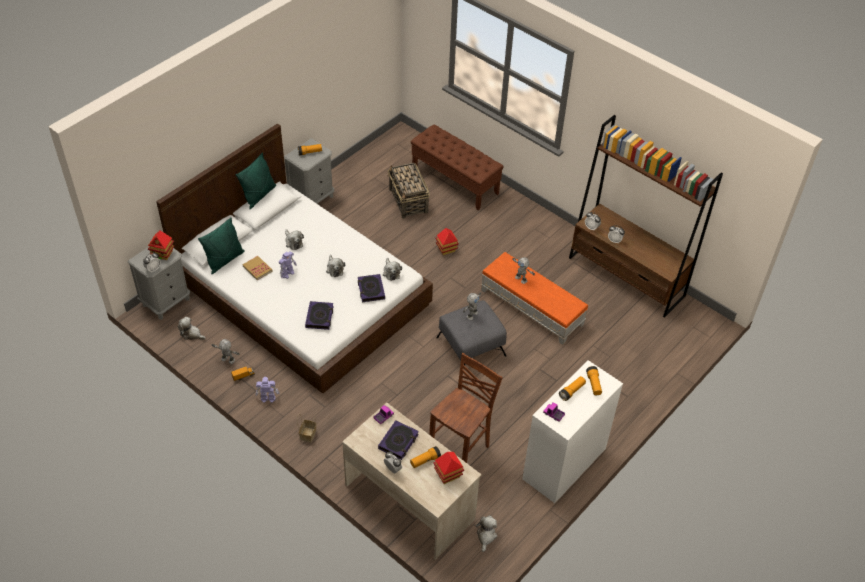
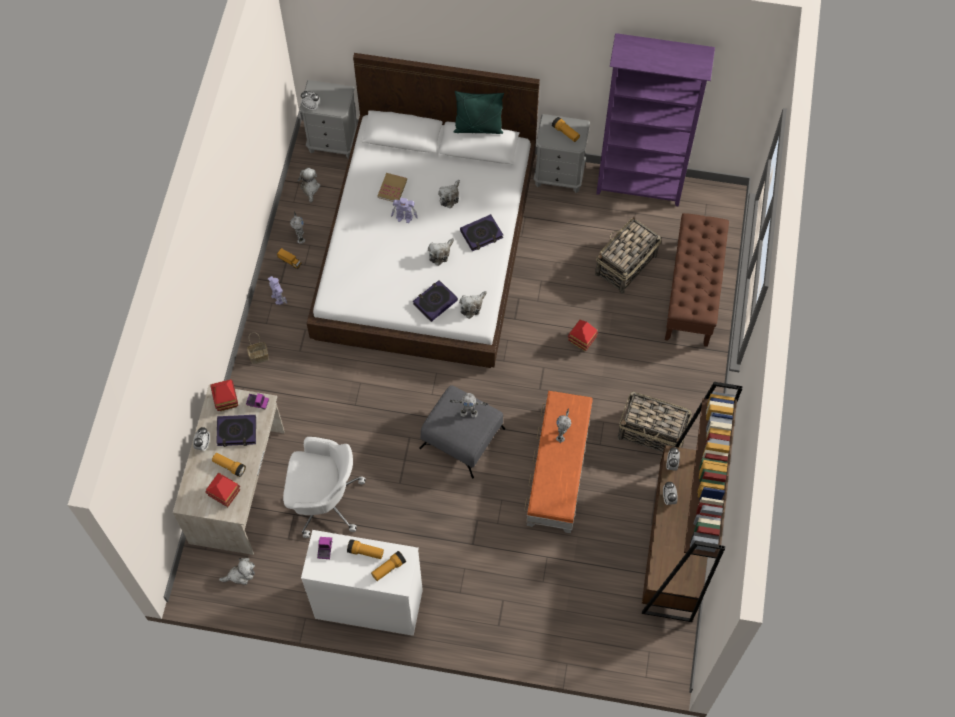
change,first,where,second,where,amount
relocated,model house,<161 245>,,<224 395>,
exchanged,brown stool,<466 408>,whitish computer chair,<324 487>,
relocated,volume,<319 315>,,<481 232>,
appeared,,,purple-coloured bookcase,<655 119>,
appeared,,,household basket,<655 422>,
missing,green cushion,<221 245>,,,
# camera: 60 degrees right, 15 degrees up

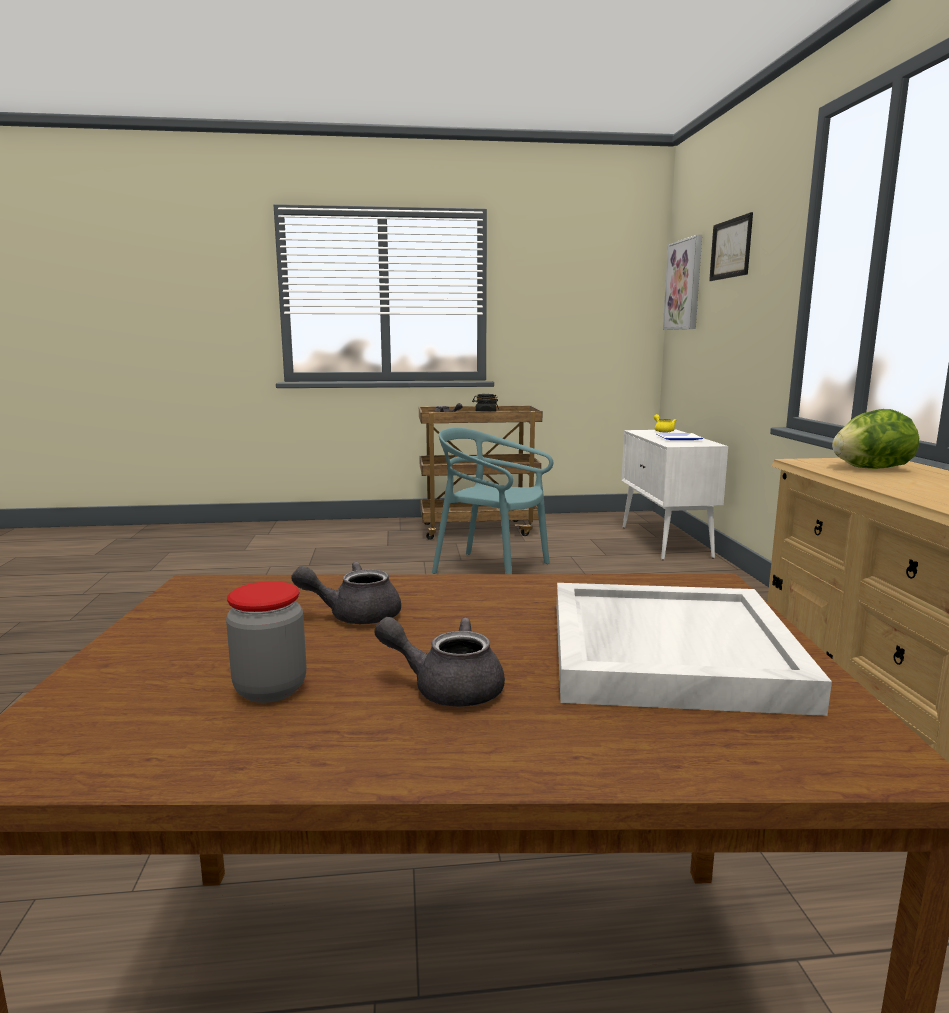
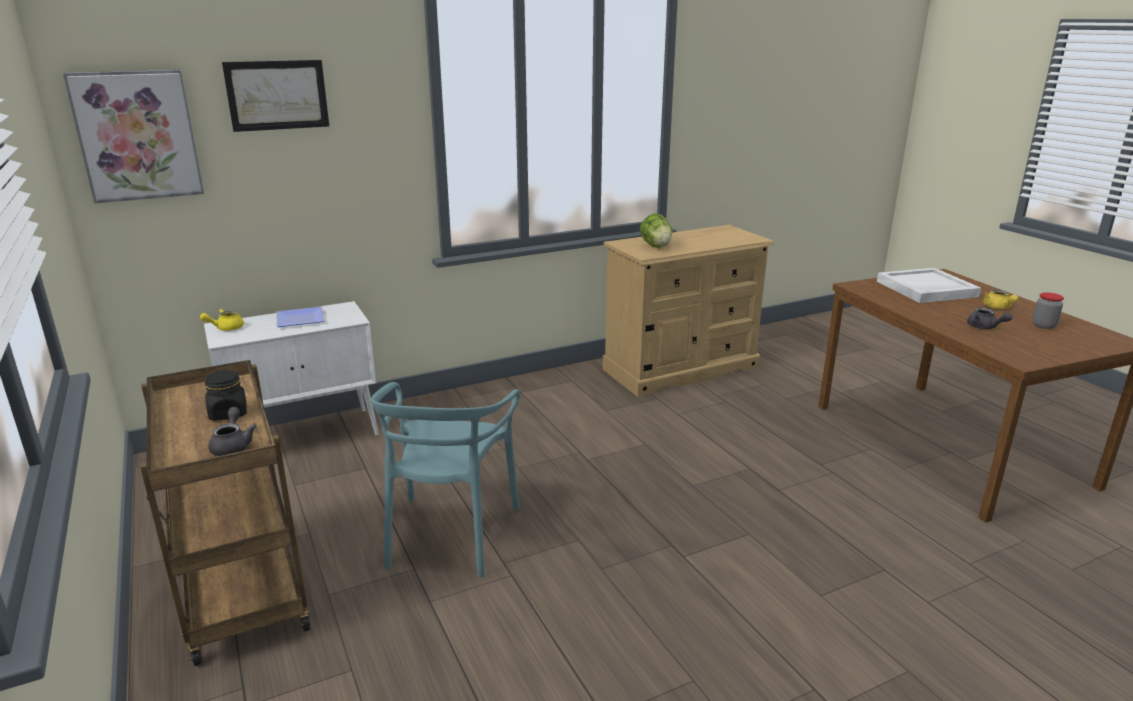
change,first,where,second,where,amount
colour,greyish teapot,<439 662>,yellowish teapot,<1000 299>,
# camera: 110 degrees left, 10 degrees up

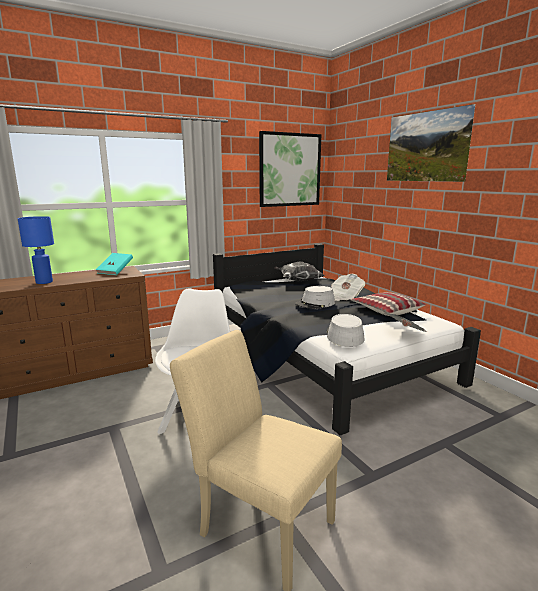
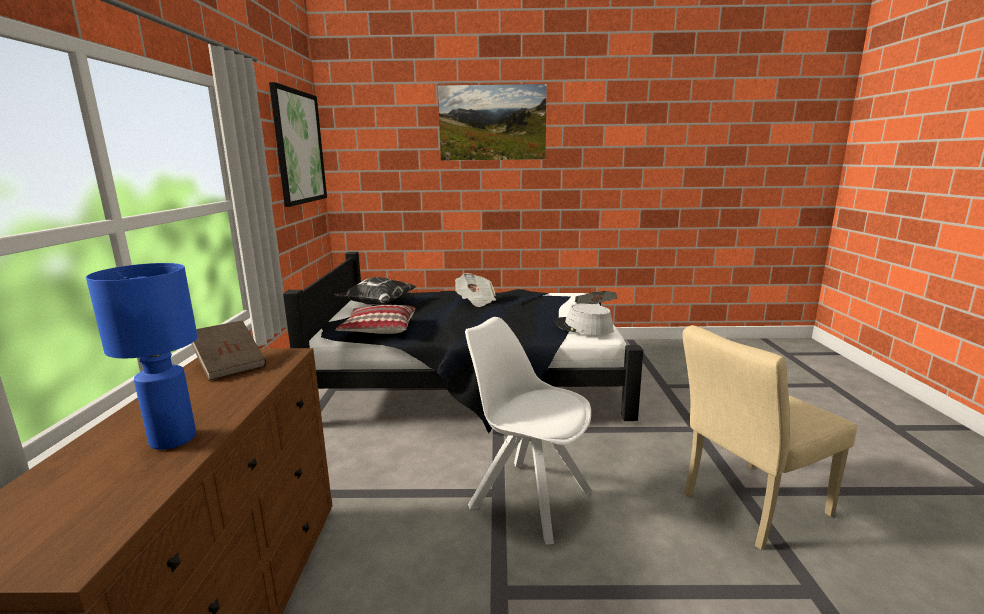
change,first,where,second,where,amount
colour,turquoise-coloured volume,<114 264>,brown volume,<228 351>,
relocated,cushion,<388 304>,,<375 319>,
missing,greyish clothing hat,<315 297>,,,
# camera: 60 degrees left, 0 degrees up

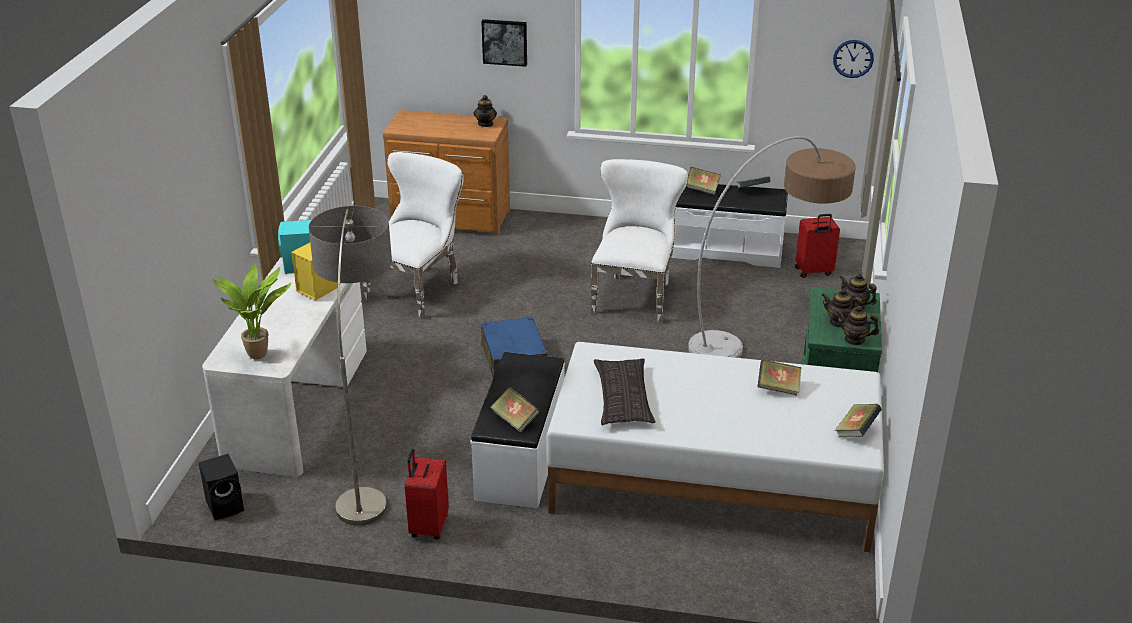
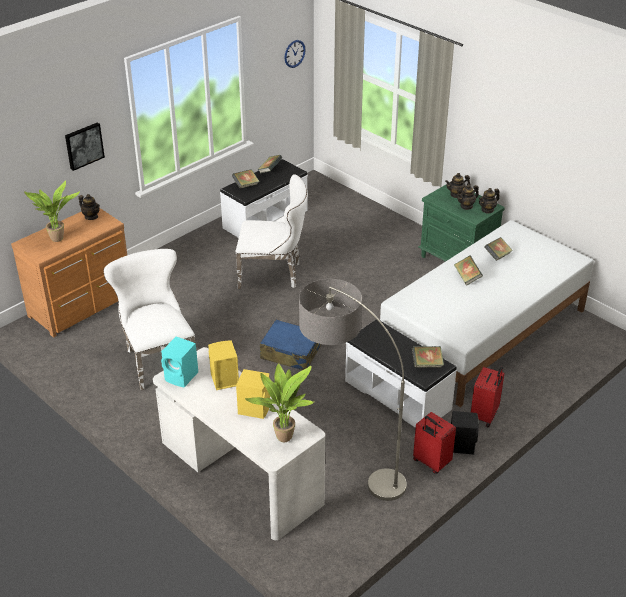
change,first,where,second,where,amount
appeared,,,plant in a pot,<52 211>,
spun,whitish plain chair,<639 241>,,<271 231>,135 degrees clockwise
appeared,,,yellowish loudspeaker,<253 394>,
relocated,blackish loudspeaker,<221 487>,,<465 433>,
relocated,volume,<858 420>,,<468 270>,
relocated,red suitcase,<817 246>,,<487 397>,
missing,cushion,<625 391>,,,
missing,standing lamp,<772 247>,,,
# camera: 55 degrees left, 5 degrees up

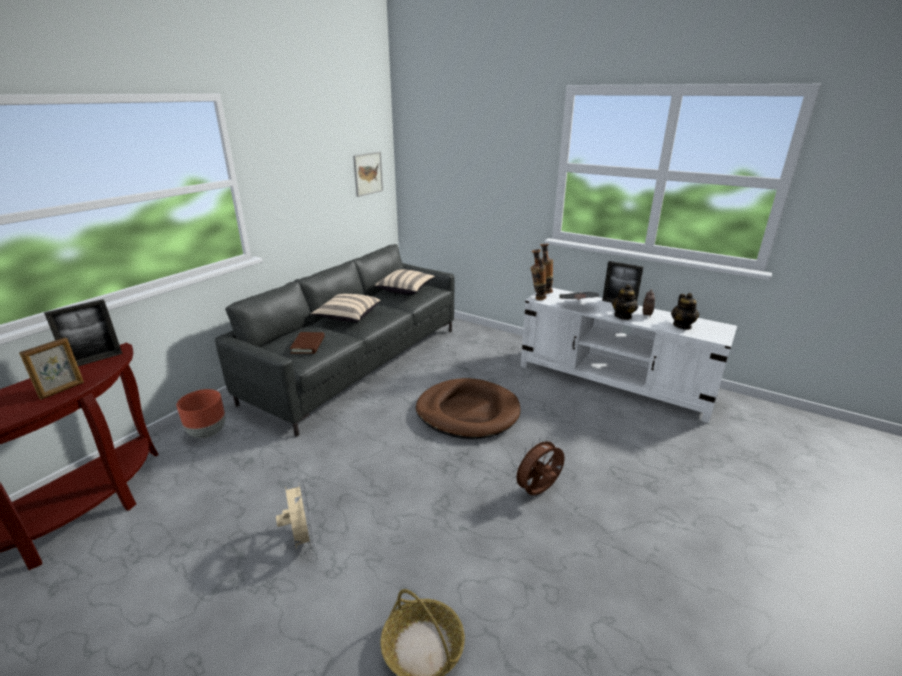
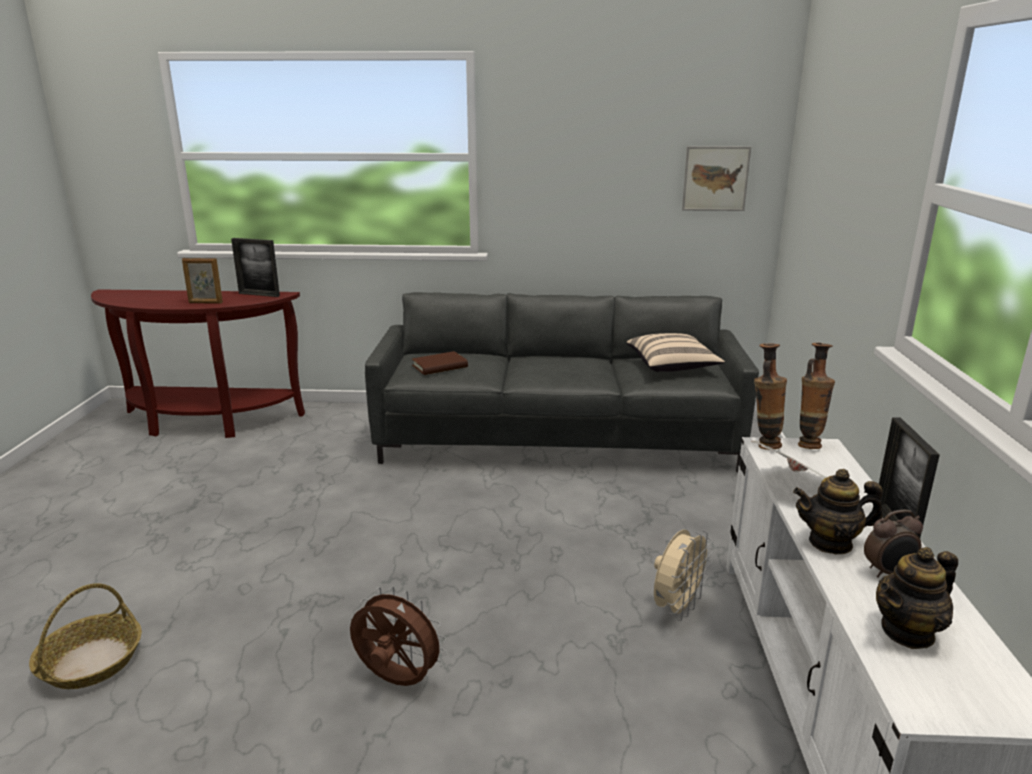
change,first,where,second,where,amount
relocated,beige cooling fan,<295 514>,,<684 575>,
missing,brown planter,<201 413>,,,
missing,beige cushion,<346 308>,,,
missing,brown pet bed,<468 408>,,,
# camera: 60 degrees right, 5 degrees down

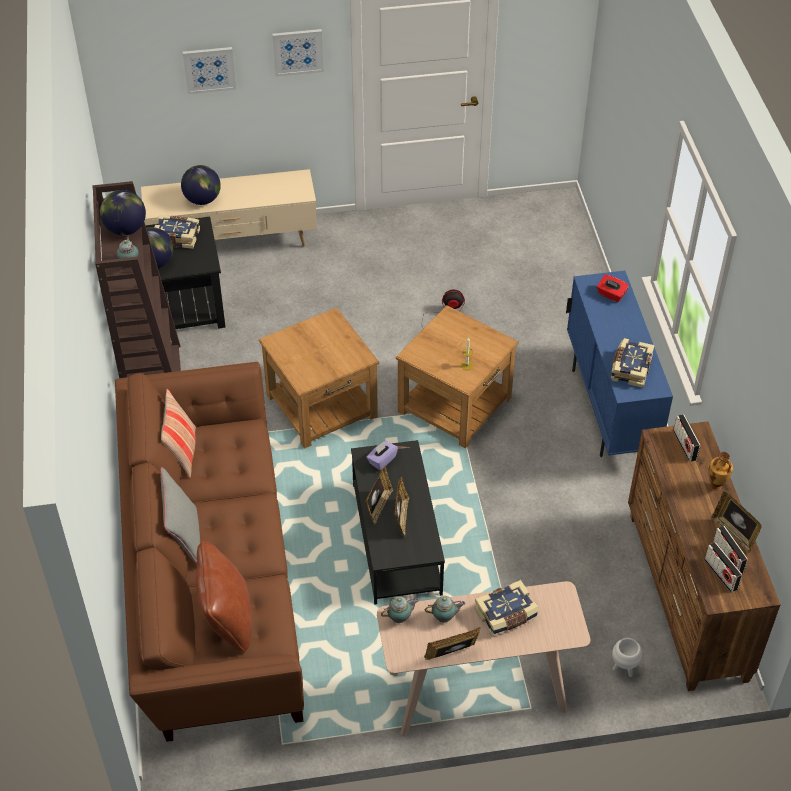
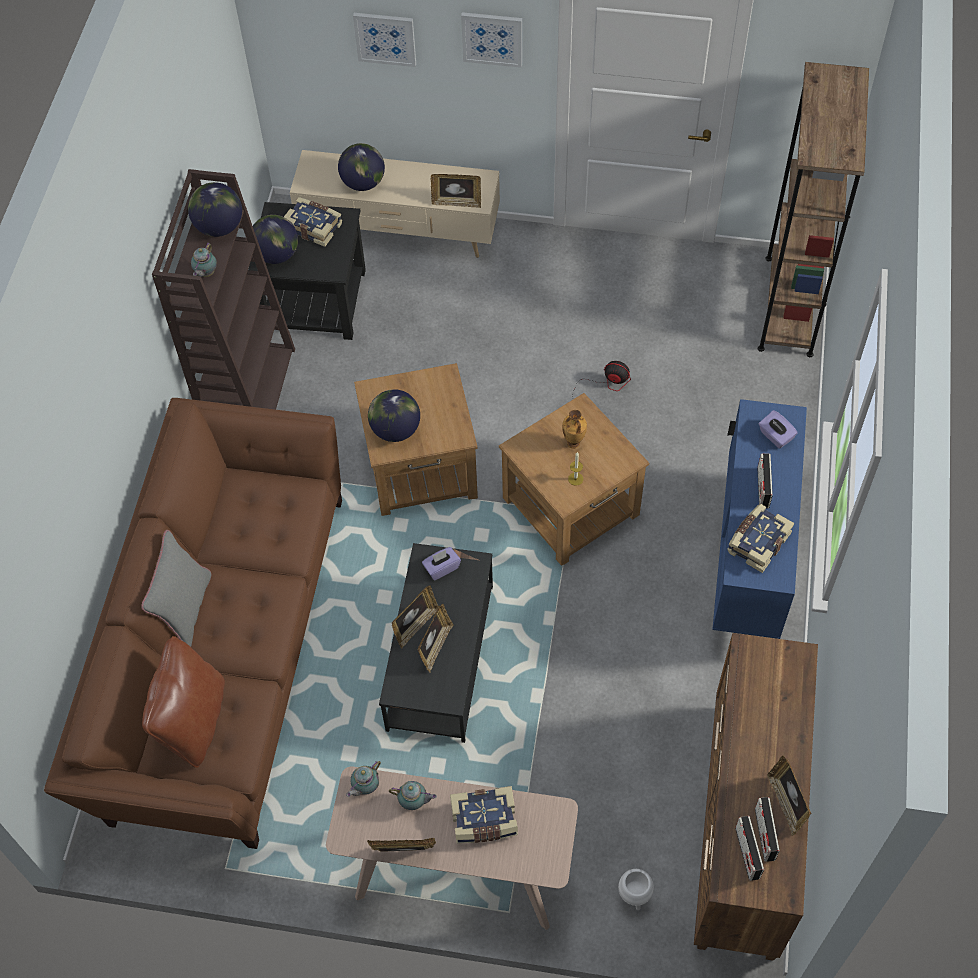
change,first,where,second,where,amount
spun,teapot,<400 609>,,<363 779>,135 degrees clockwise
appeared,,,globe,<394 415>,
appeared,,,standing frame,<455 191>,
relocated,decorative vase,<720 471>,,<574 429>,
relocated,radio receiver,<686 438>,,<765 481>,
appeared,,,brown bookcase,<813 209>,
colour,red box of tissues,<613 288>,purple-coloured box of tissues,<778 429>,
missing,cushion,<178 433>,,,
# camera: 20 degrees right, 10 degrees up

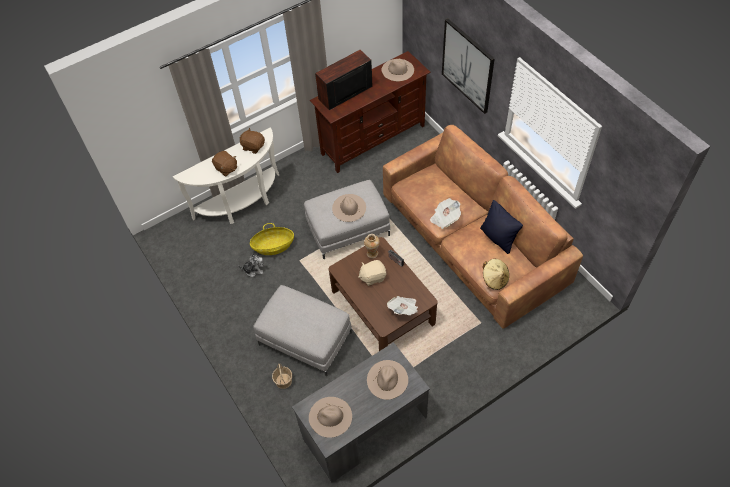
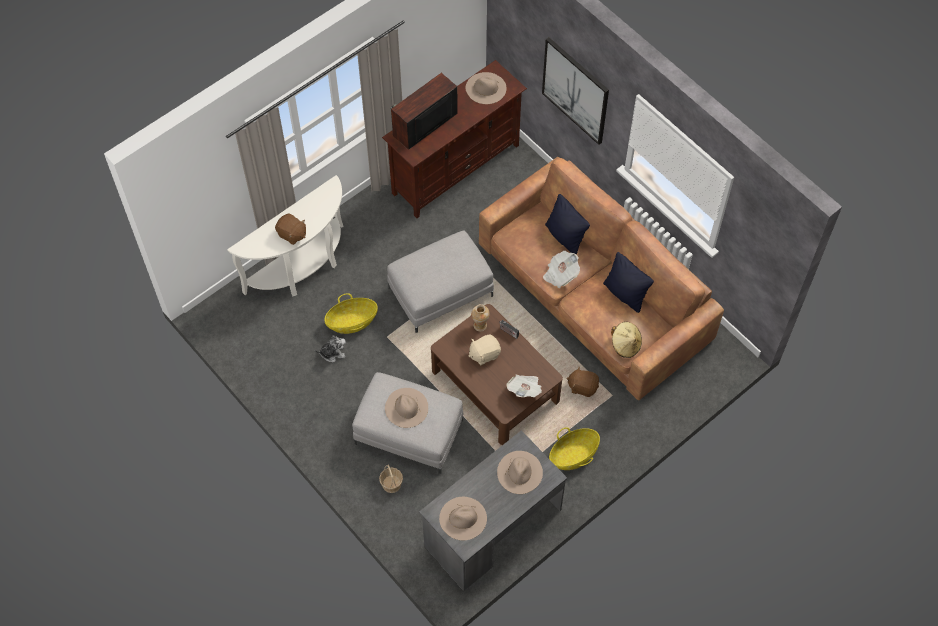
change,first,where,second,where,amount
relocated,beige clothing hat,<349 208>,,<406 408>,
appeared,,,blackish cushion,<567 224>,
appeared,,,household basket,<574 448>,
relocated,brown soft toy,<252 141>,,<582 382>,
# camera: 10 degrees left, 5 degrees up

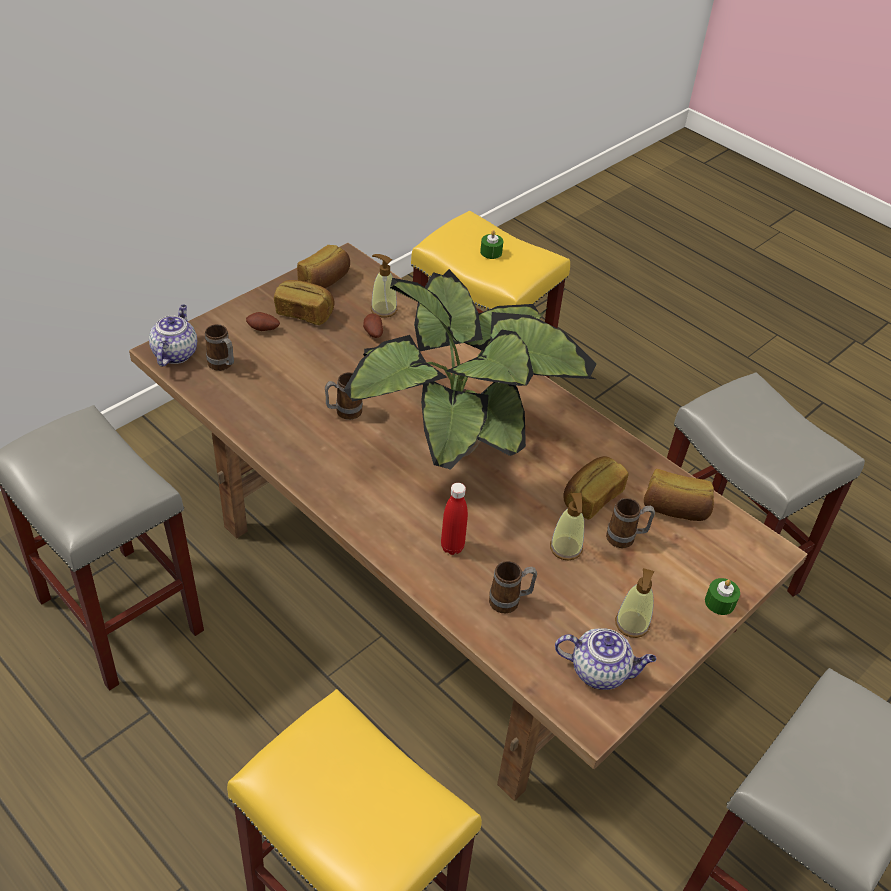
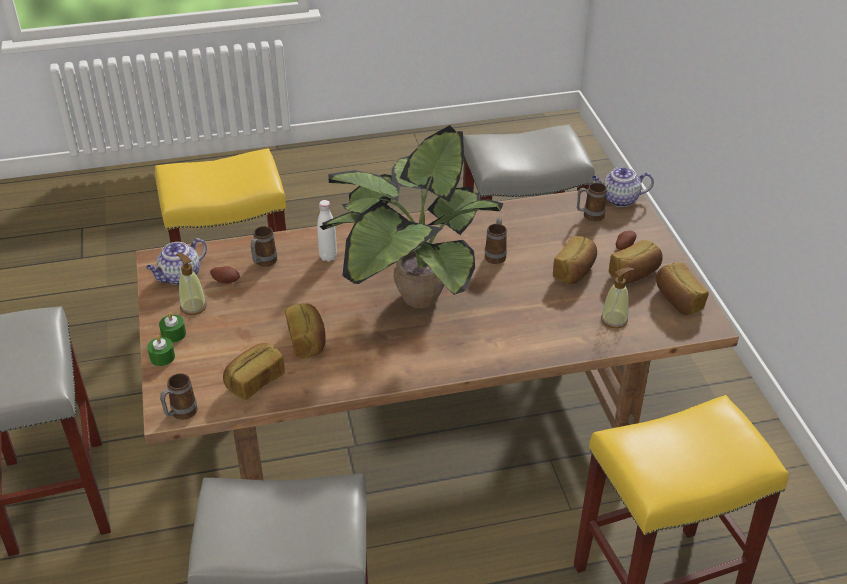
change,first,where,second,where,amount
relocated,green wax light,<491 244>,,<172 327>,
relocated,mug,<630 523>,,<178 396>,
relocated,potato,<373 325>,,<225 275>,
colour,red beverage bottle,<454 519>,whitish beverage bottle,<327 231>,
appeared,,,baked bread,<575 260>,
spun,teapot,<173 335>,,<623 187>,135 degrees clockwise
missing,soap bottle,<567 527>,,,
# camera: 125 degrees right, 5 degrees down

